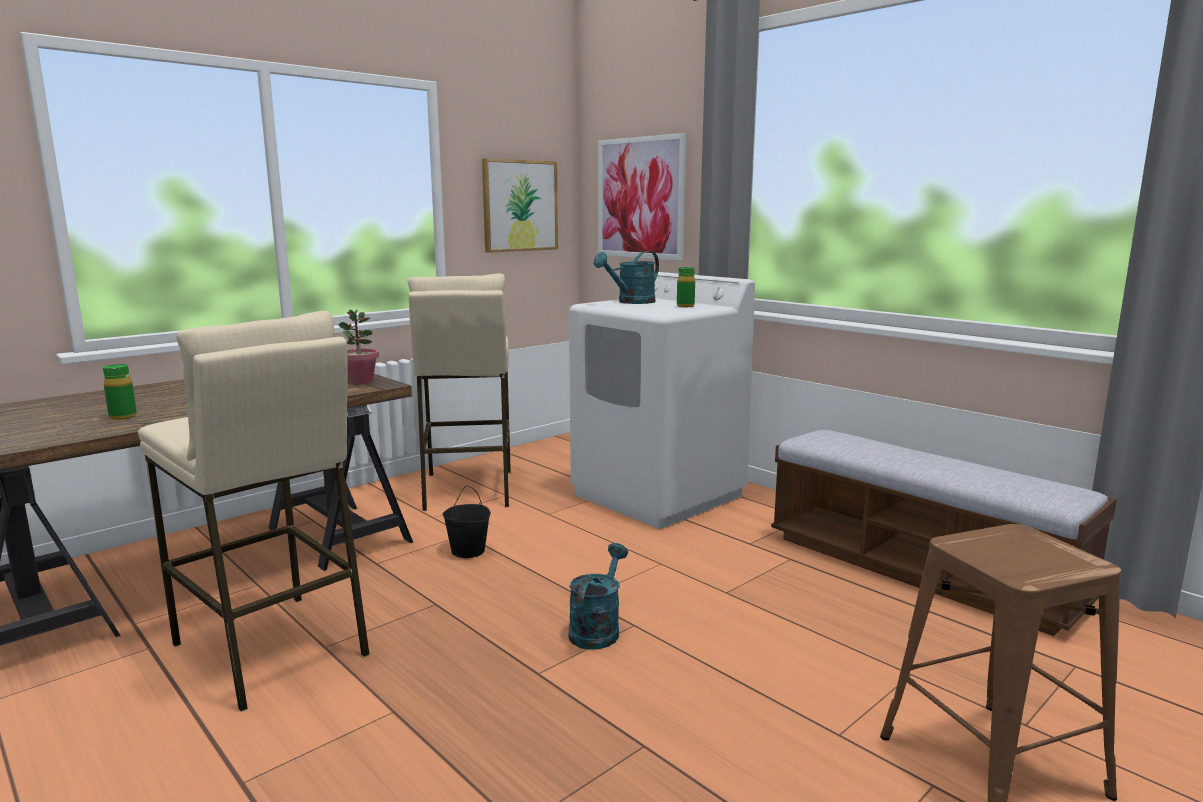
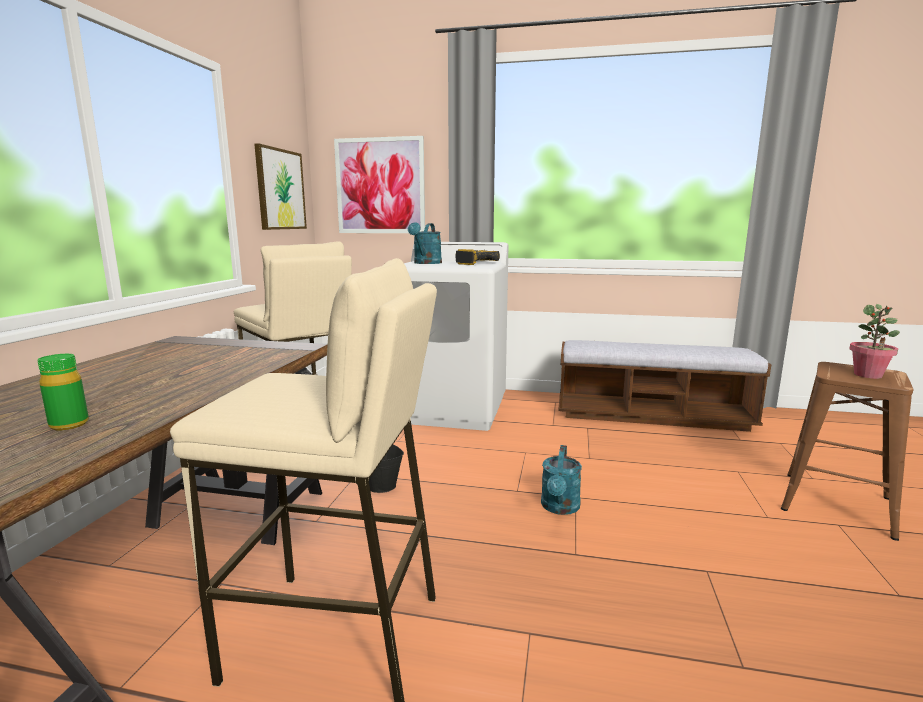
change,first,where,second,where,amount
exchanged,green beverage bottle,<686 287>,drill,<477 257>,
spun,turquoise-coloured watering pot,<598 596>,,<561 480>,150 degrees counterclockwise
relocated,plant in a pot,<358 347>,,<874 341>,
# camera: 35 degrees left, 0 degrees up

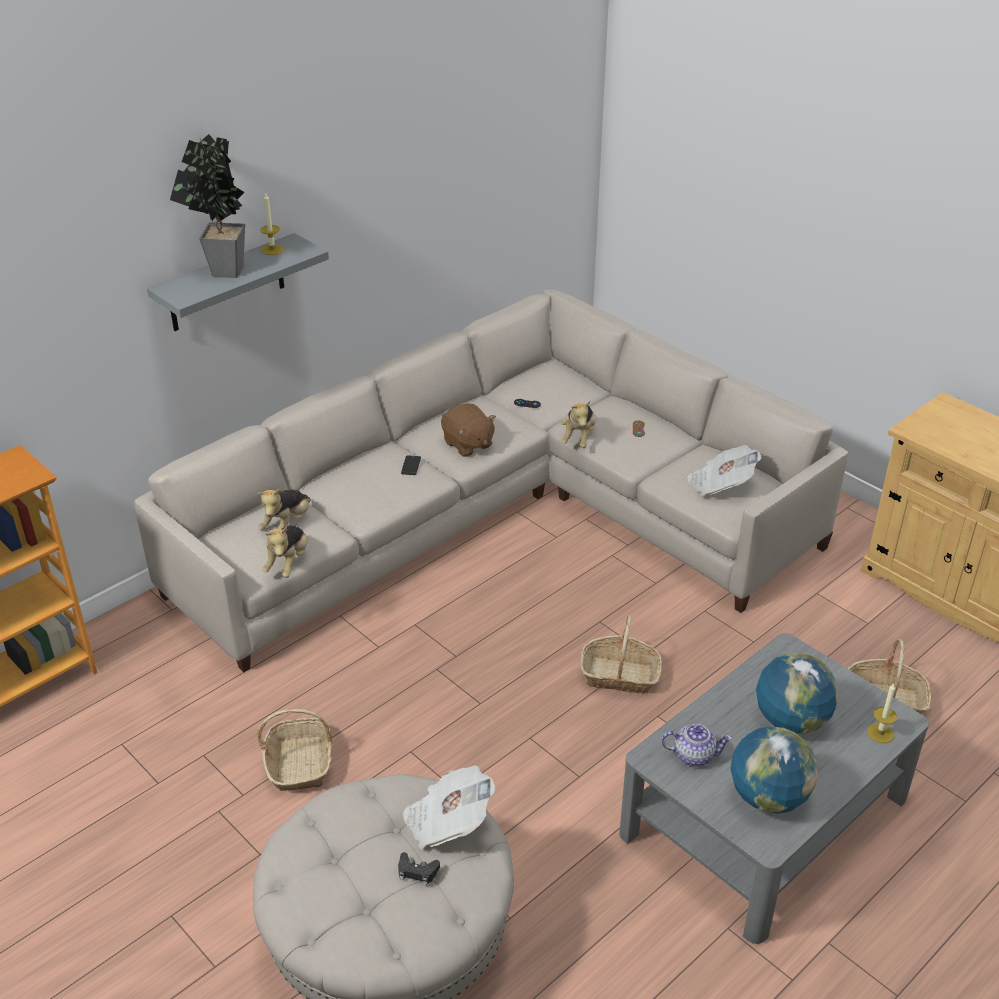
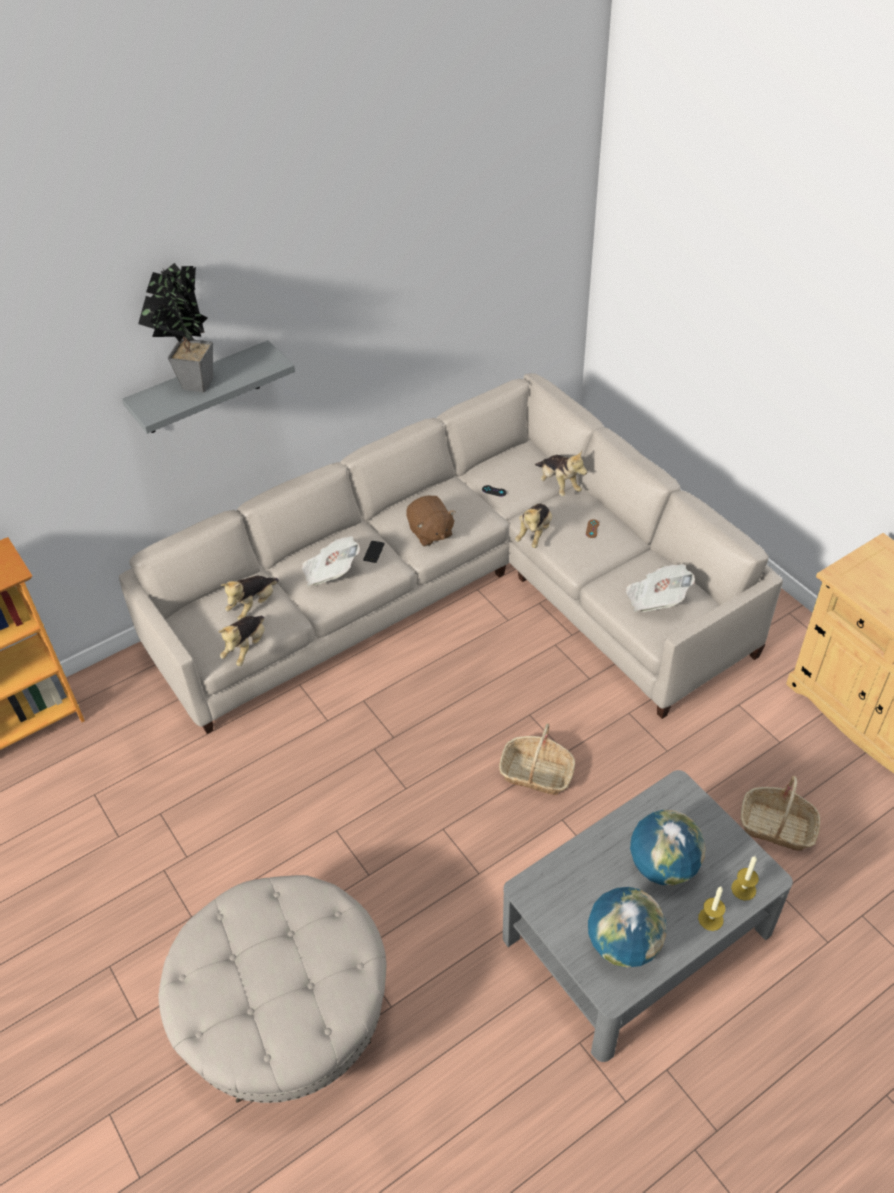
change,first,where,second,where,amount
relocated,daily paper,<449 807>,,<331 561>,
appeared,,,soft toy,<561 473>,
relocated,wax light,<272 223>,,<711 909>,
missing,household basket,<294 750>,,,
missing,blackish gamepad,<419 869>,,,
missing,teapot,<696 745>,,,
# camera: 10 degrees right, 10 degrees up

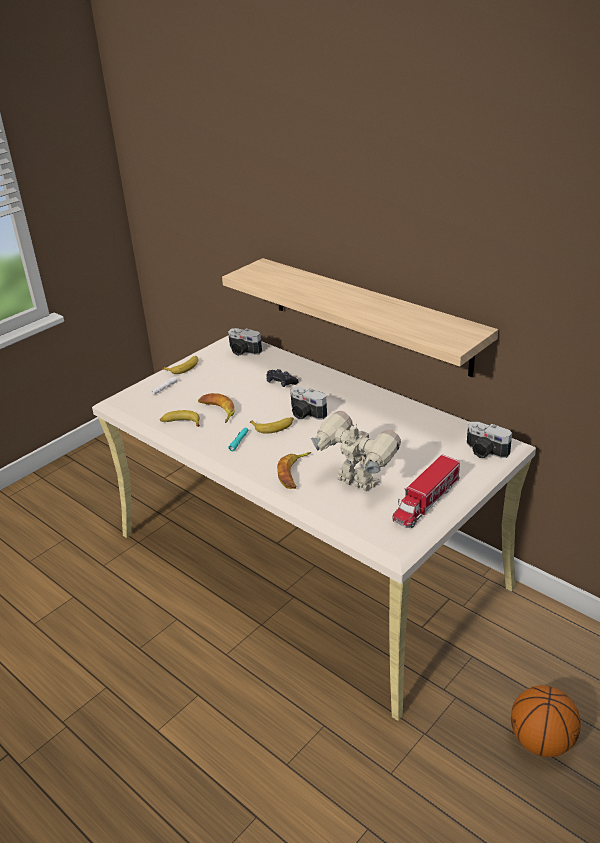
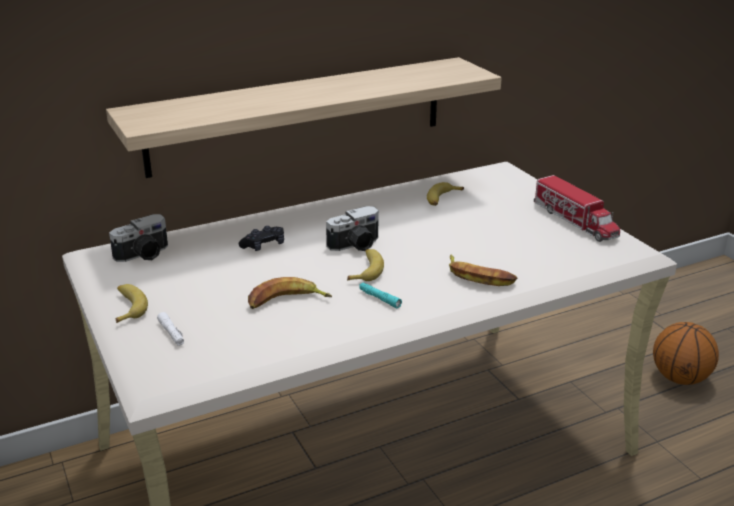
change,first,where,second,where,amount
relocated,whole banana,<180 418>,,<445 194>,
missing,model robot,<356 451>,,,
missing,photo camera,<489 440>,,,
# camera: 70 degrees left, 5 degrees down

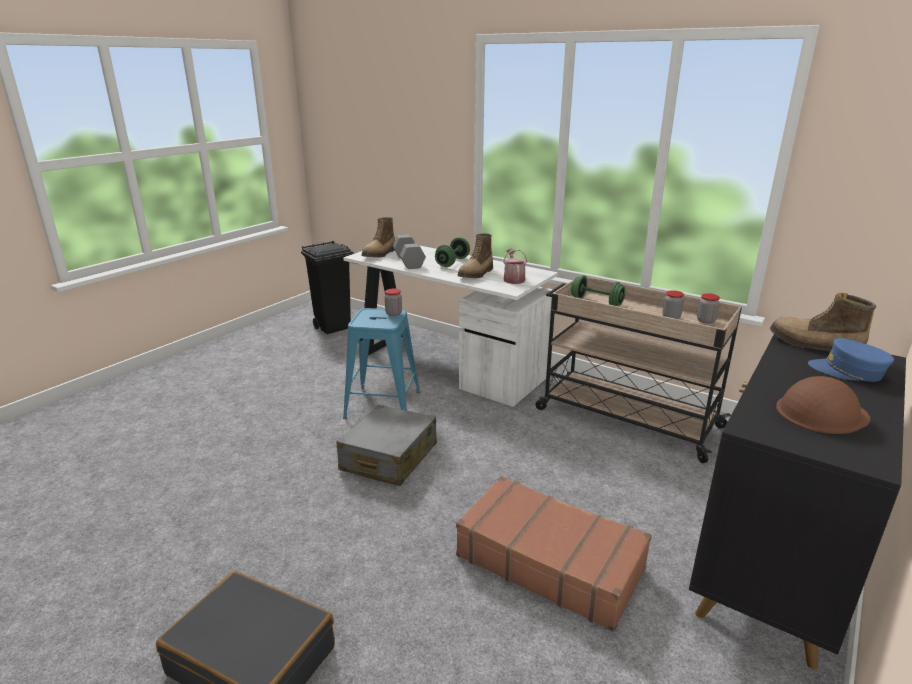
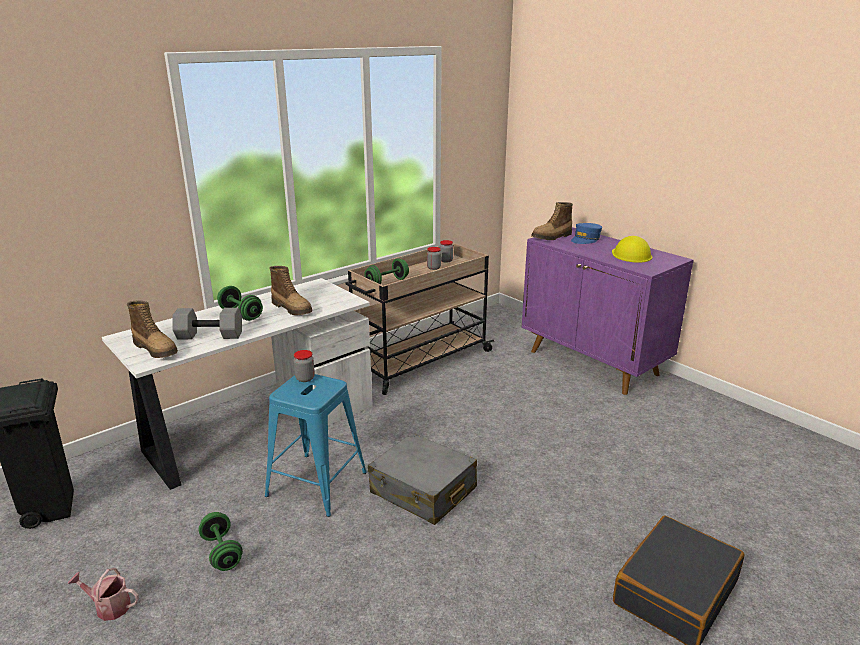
change,first,where,second,where,amount
relocated,watering pot,<515 266>,,<103 594>,
appeared,,,green dumbbell,<221 541>,
colour,blackish storage cabinet,<797 501>,purple-coloured storage cabinet,<608 311>,
colour,brown work helmet,<823 405>,yellowish work helmet,<632 249>,
missing,brown suitcase,<554 554>,,,
# camera: 75 degrees left, 0 degrees up

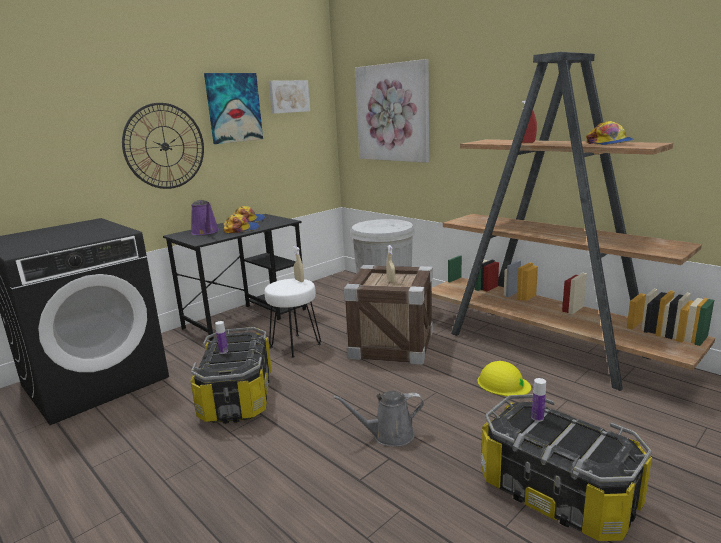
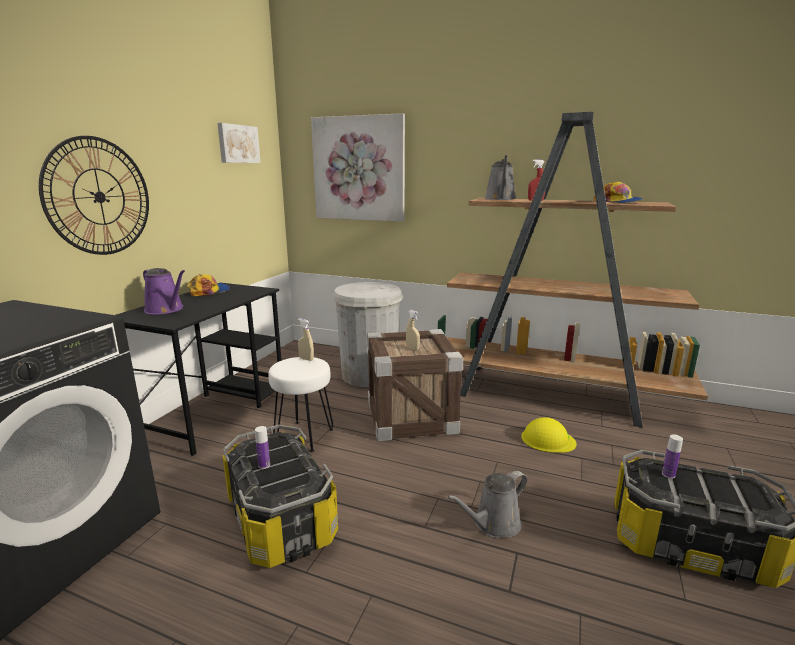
change,first,where,second,where,amount
appeared,,,greyish watering pot,<500 177>,
missing,wall picture,<233 108>,,,
missing,baseball cap,<241 223>,,,
# camera: 25 degrees left, 0 degrees up

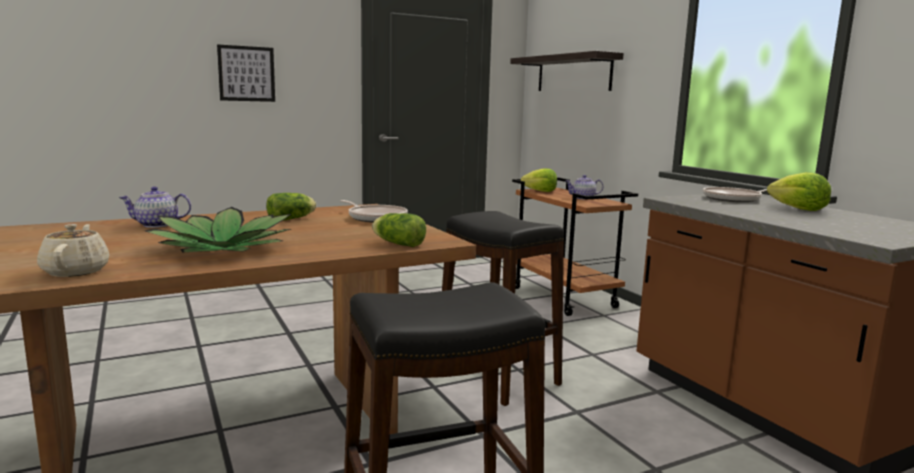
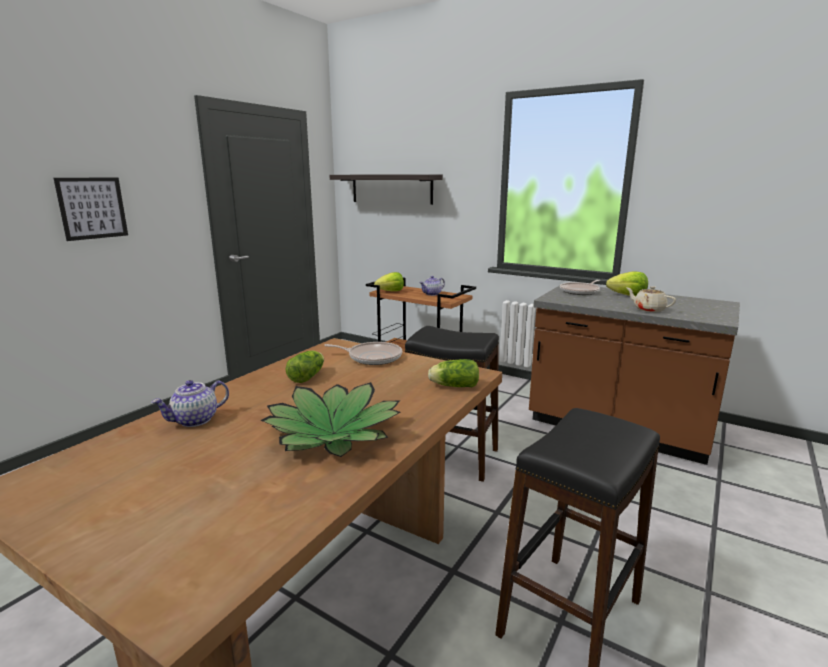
change,first,where,second,where,amount
relocated,beige teapot,<73 250>,,<651 299>,
# camera: 30 degrees left, 5 degrees up

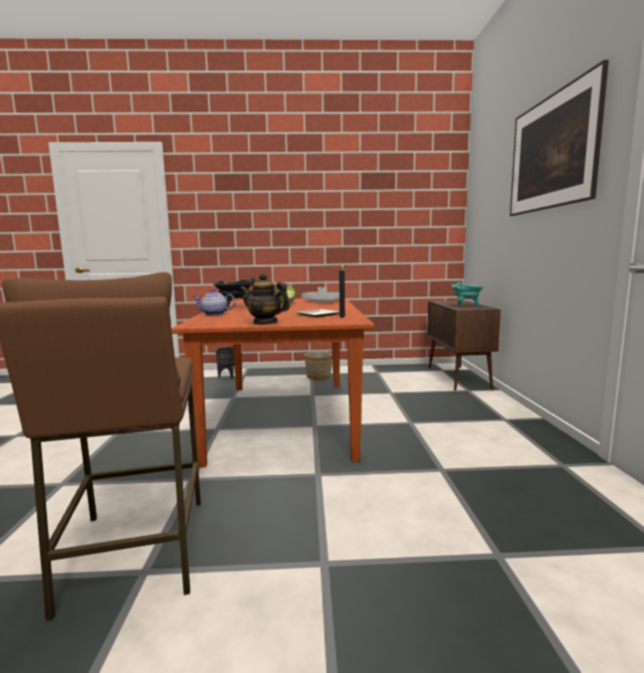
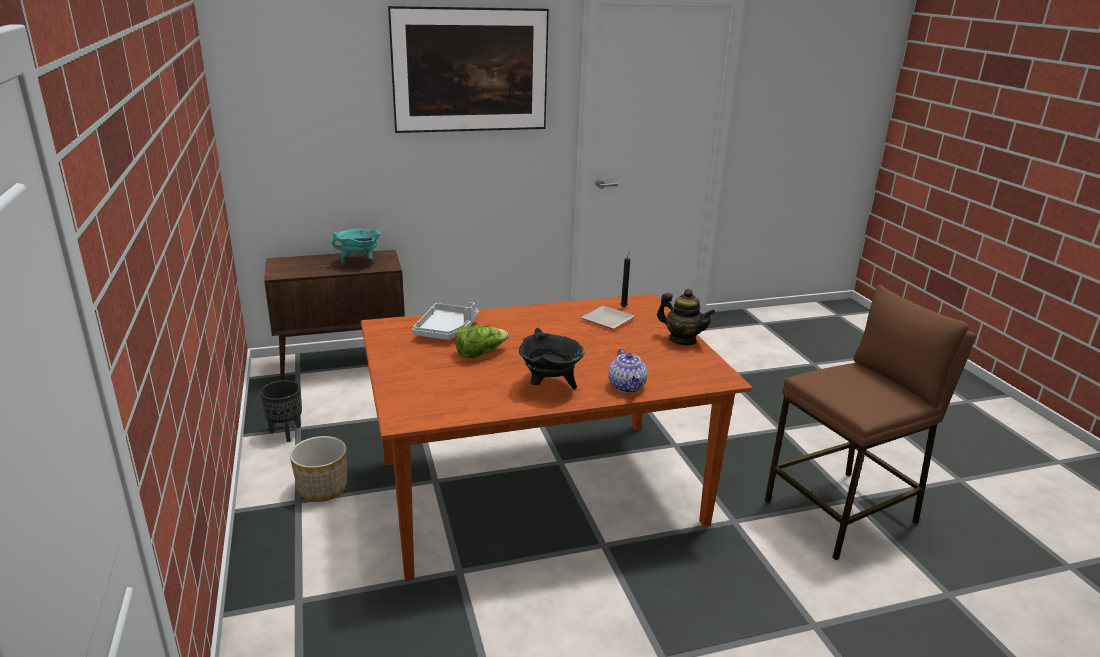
change,first,where,second,where,amount
relocated,blackish planter,<224 363>,,<281 411>,
spun,teapot,<265 299>,,<686 317>,60 degrees counterclockwise
# camera: 105 degrees left, 15 degrees up

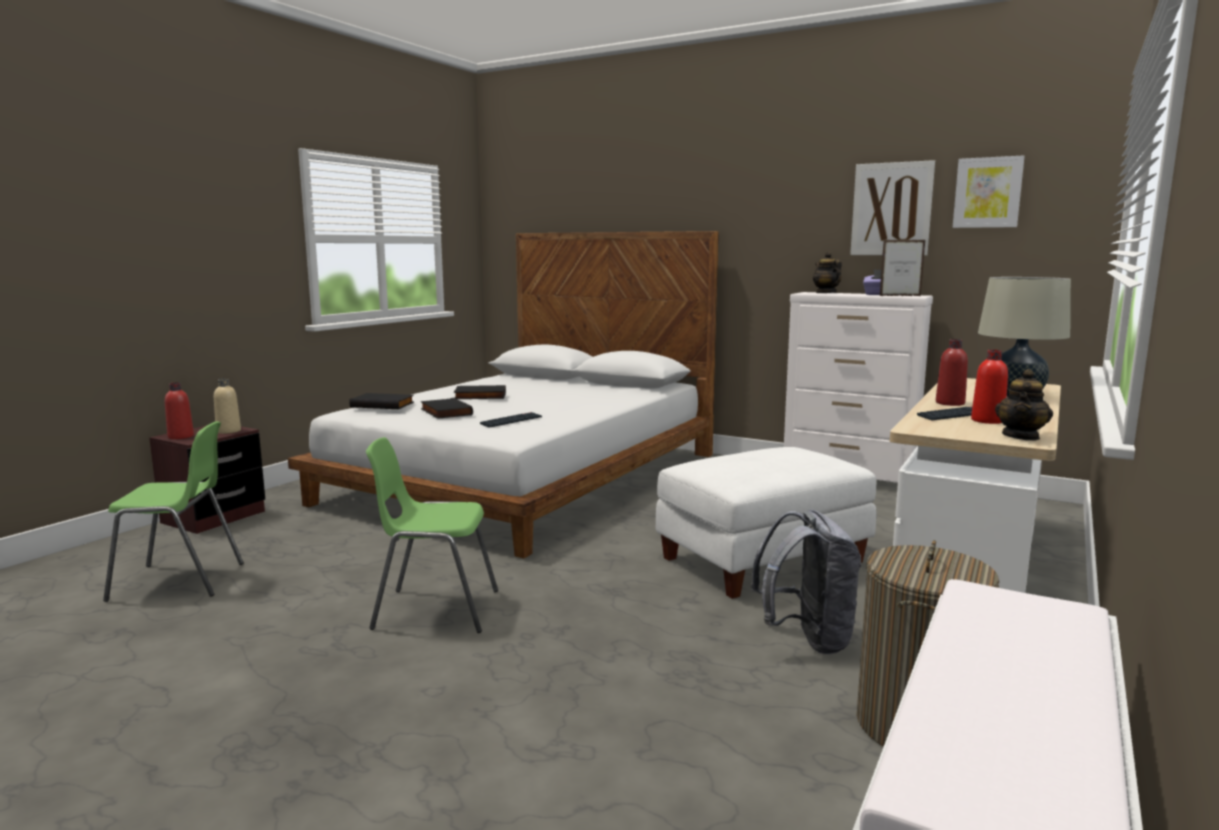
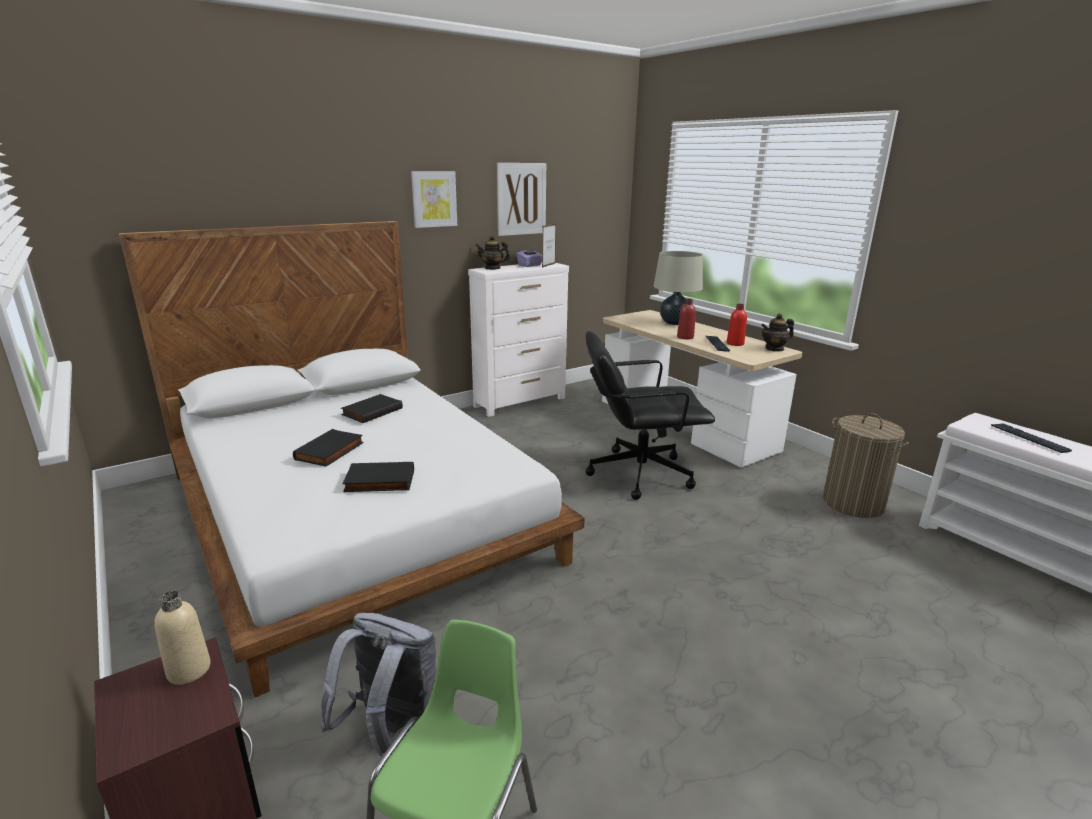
change,first,where,second,where,amount
relocated,greyish backpack,<806 581>,,<378 685>,
relocated,blackish volume,<381 401>,,<372 408>,
relocated,wall picture,<988 191>,,<434 199>,
exchanged,whitish ottoman,<766 523>,blackish computer chair,<650 415>,
spun,teapot,<1024 405>,,<777 332>,105 degrees clockwise
relocated,keyboard,<511 420>,,<1031 438>,
missing,red beverage bottle,<179 410>,,,
missing,green plain chair,<432 535>,,,
# camera: 65 degrees left, 10 degrees up

